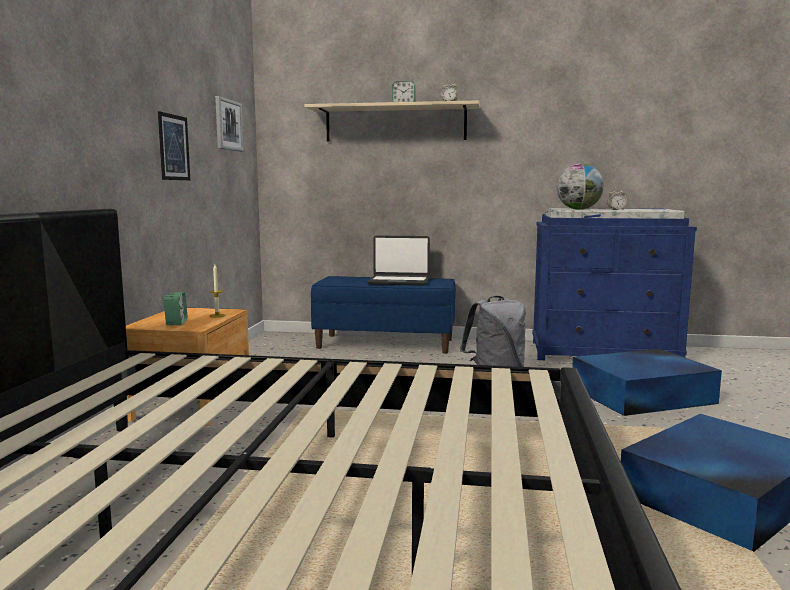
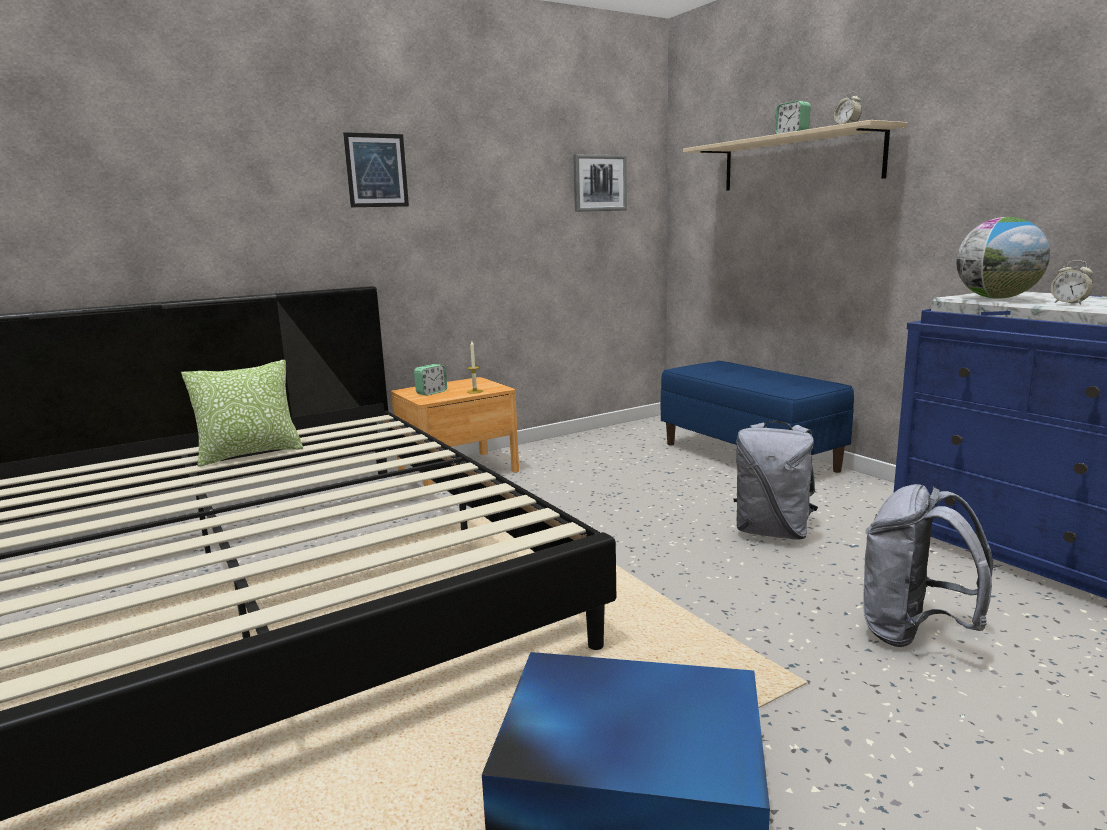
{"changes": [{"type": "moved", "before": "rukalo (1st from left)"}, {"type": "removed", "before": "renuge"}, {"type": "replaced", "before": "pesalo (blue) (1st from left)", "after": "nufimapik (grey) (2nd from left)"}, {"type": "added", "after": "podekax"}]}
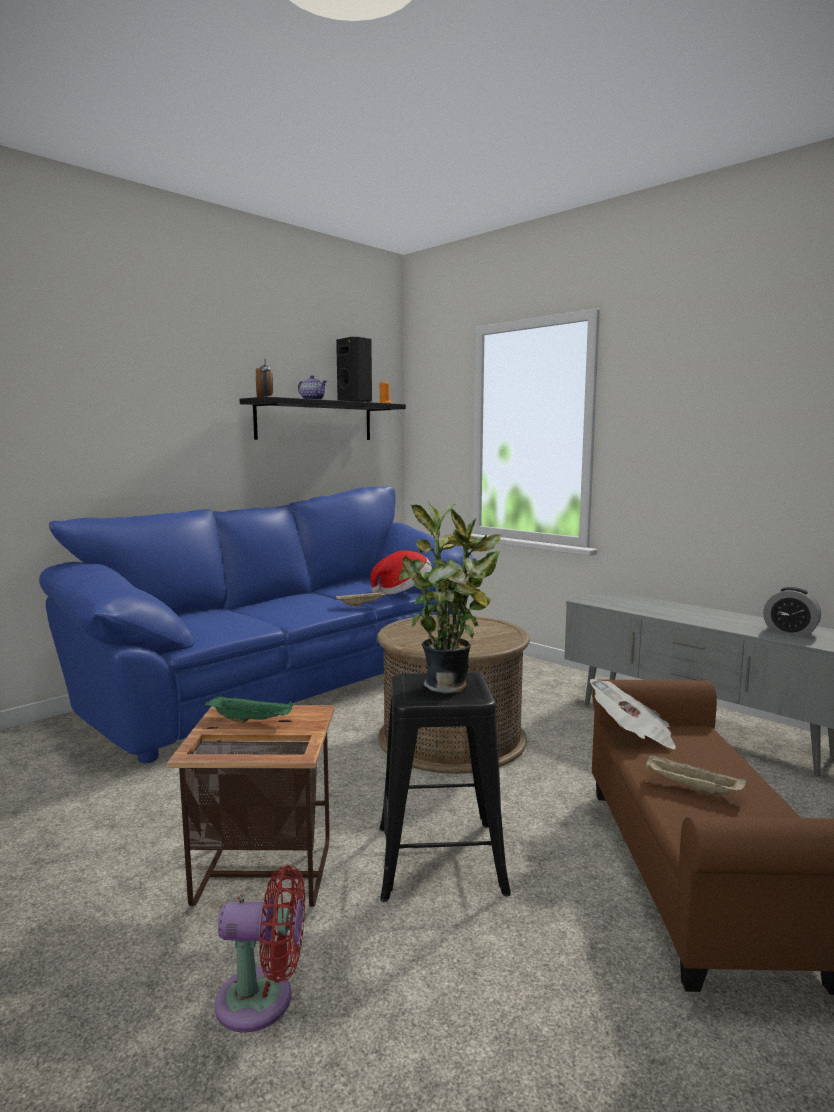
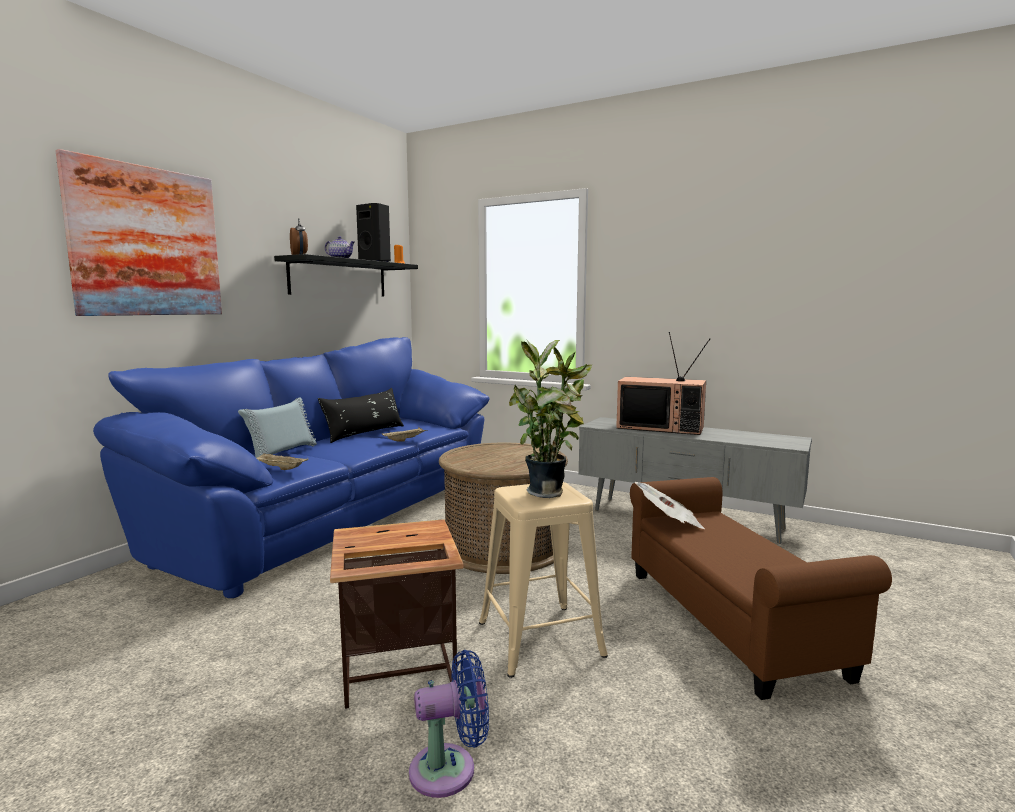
{"changes": [{"type": "removed", "before": "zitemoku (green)"}, {"type": "recoloured", "before": "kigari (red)", "after": "kigari (blue)"}, {"type": "removed", "before": "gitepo"}, {"type": "recoloured", "before": "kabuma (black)", "after": "kabuma (beige)"}, {"type": "moved", "before": "zitemoku (beige) (2nd from left in the first image)", "after": "zitemoku (beige) (1st from left)"}, {"type": "removed", "before": "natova (2nd from left)"}, {"type": "added", "after": "rukalo"}, {"type": "added", "after": "podekax (blue)"}, {"type": "added", "after": "podekax (black)"}, {"type": "added", "after": "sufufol"}]}
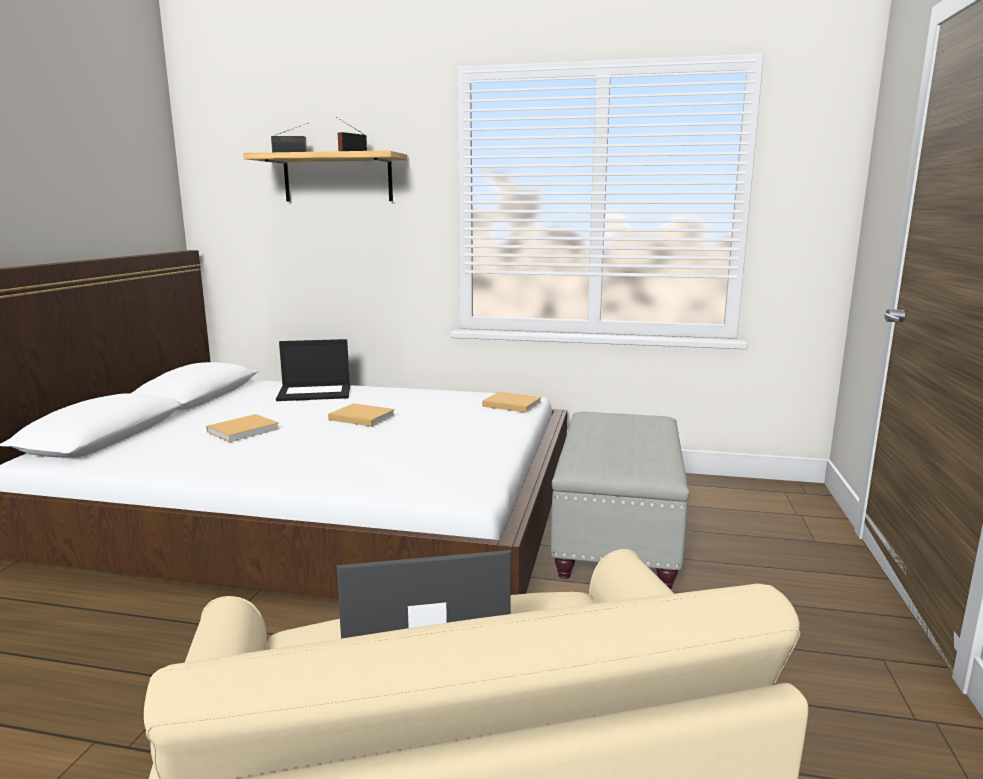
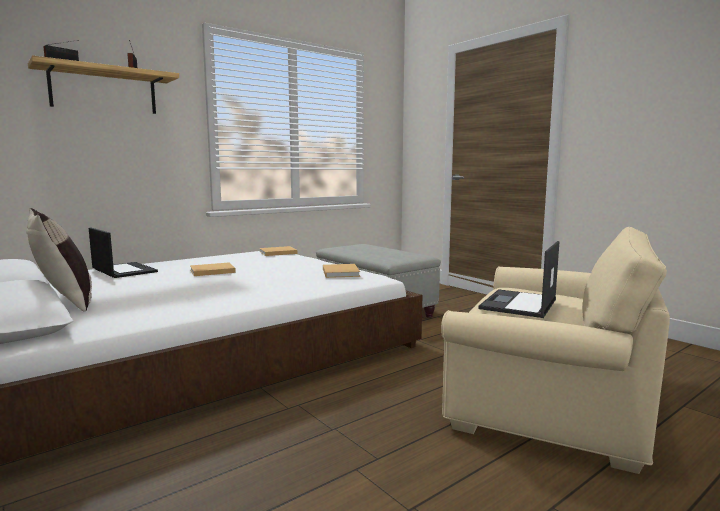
{"changes": [{"type": "moved", "before": "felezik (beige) (1st from left in the first image)", "after": "felezik (beige) (3rd from left)"}, {"type": "turned", "before": "renuge (1st from left)", "turn": -75}, {"type": "added", "after": "podekax"}]}
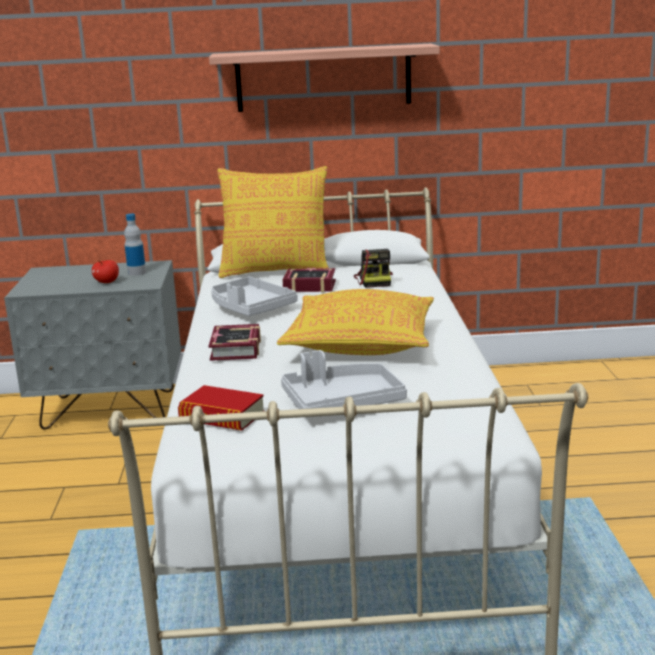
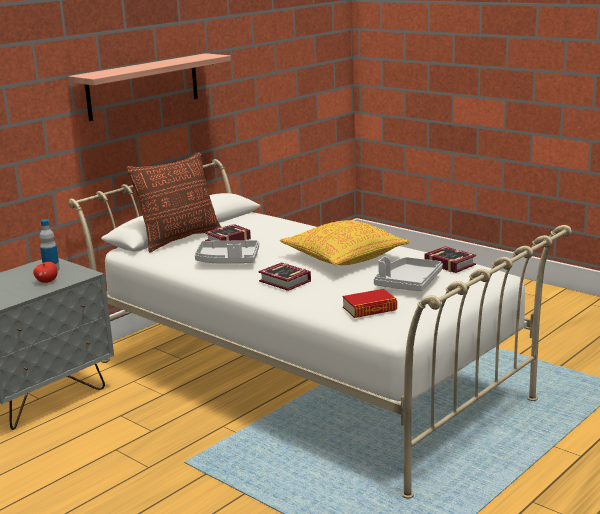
{"changes": [{"type": "recoloured", "before": "podekax (yellow) (1st from left)", "after": "podekax (brown)"}, {"type": "removed", "before": "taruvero"}, {"type": "added", "after": "felezik (4th from left)"}]}
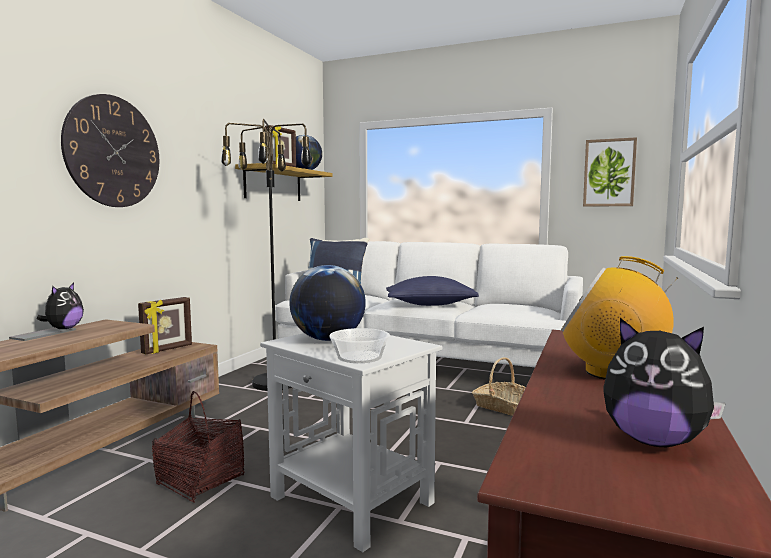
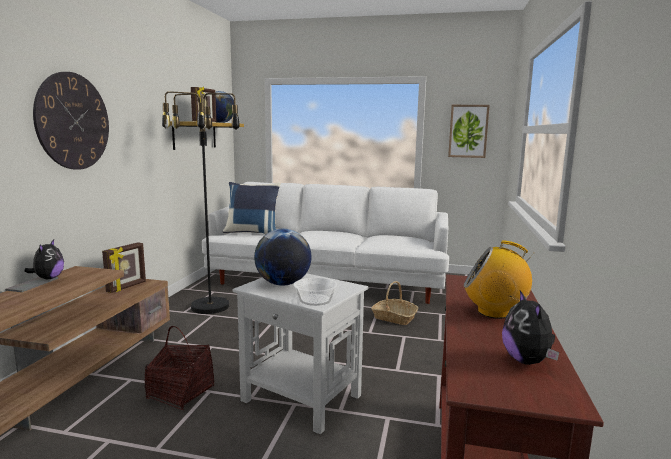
{"changes": [{"type": "removed", "before": "podekax (blue) (2nd from left)"}, {"type": "turned", "before": "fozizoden (2nd from left)", "turn": 60}]}
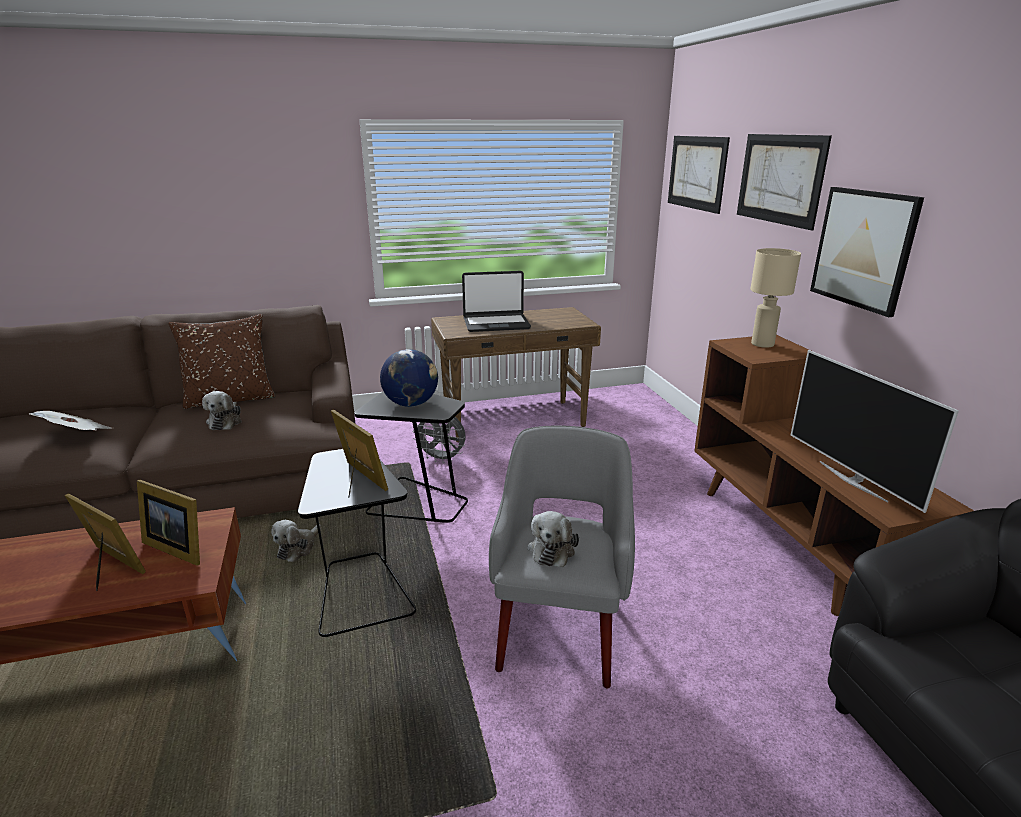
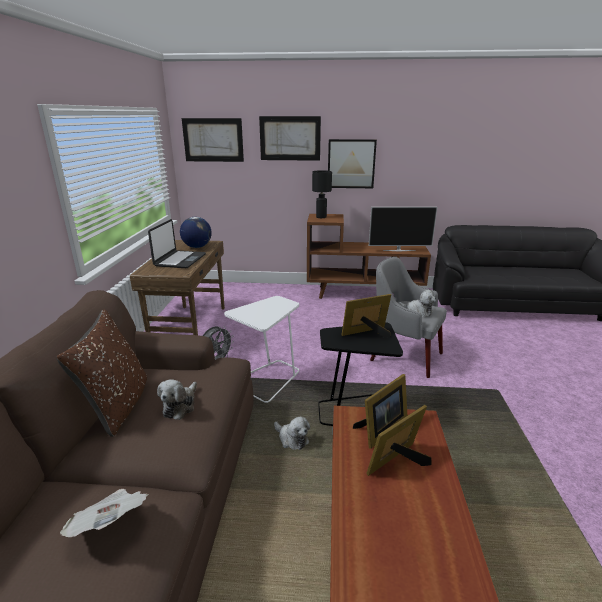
{"changes": [{"type": "turned", "before": "fozizoden (1st from left)", "turn": 90}, {"type": "recoloured", "before": "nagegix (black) (2nd from left)", "after": "nagegix (white)"}, {"type": "moved", "before": "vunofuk"}, {"type": "recoloured", "before": "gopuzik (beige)", "after": "gopuzik (black)"}]}
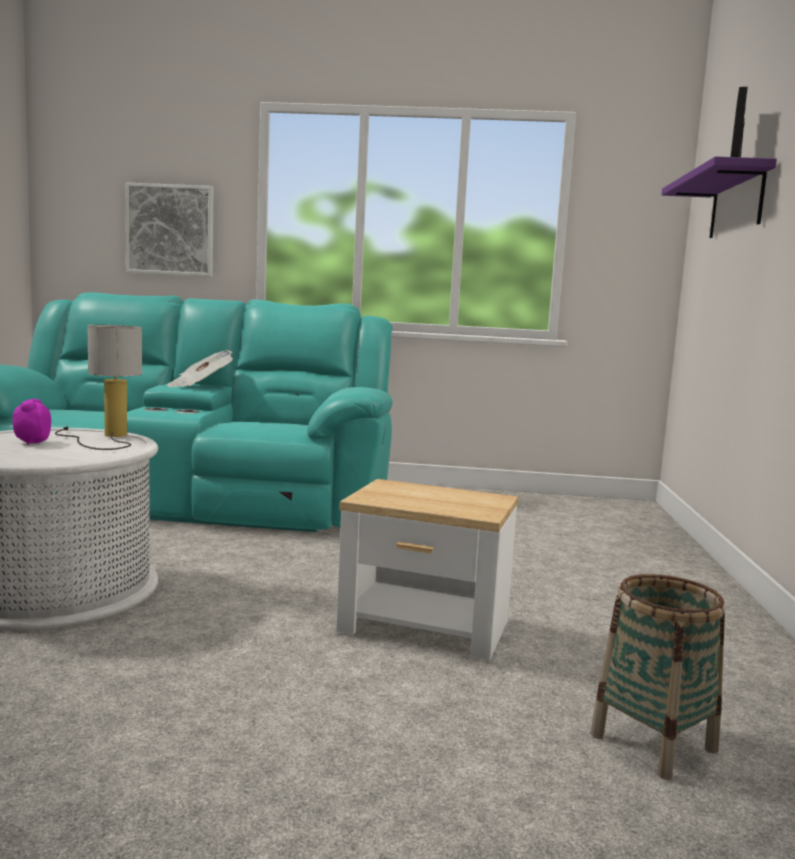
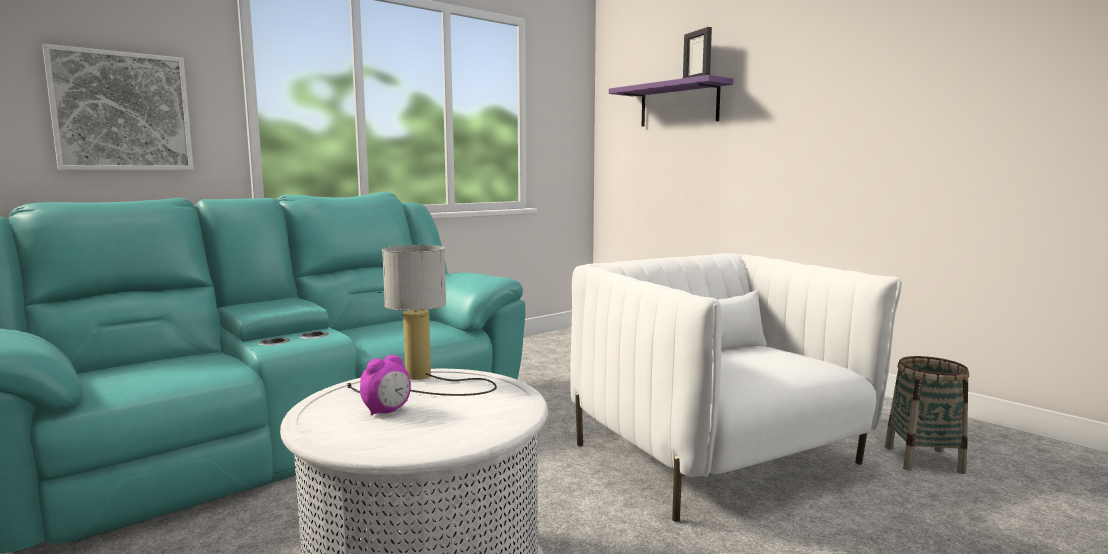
{"changes": [{"type": "turned", "before": "natova", "turn": -90}, {"type": "removed", "before": "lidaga"}, {"type": "replaced", "before": "nagegix", "after": "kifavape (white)"}]}
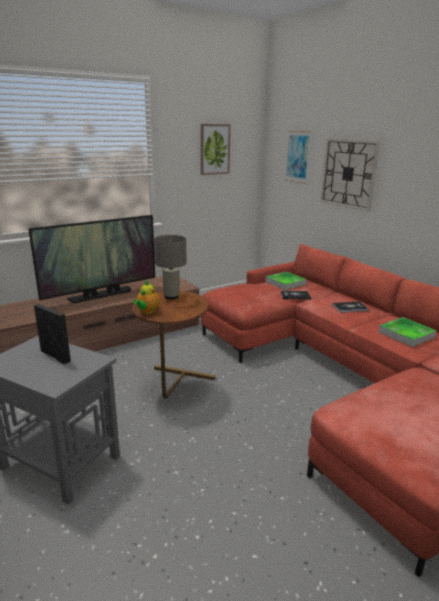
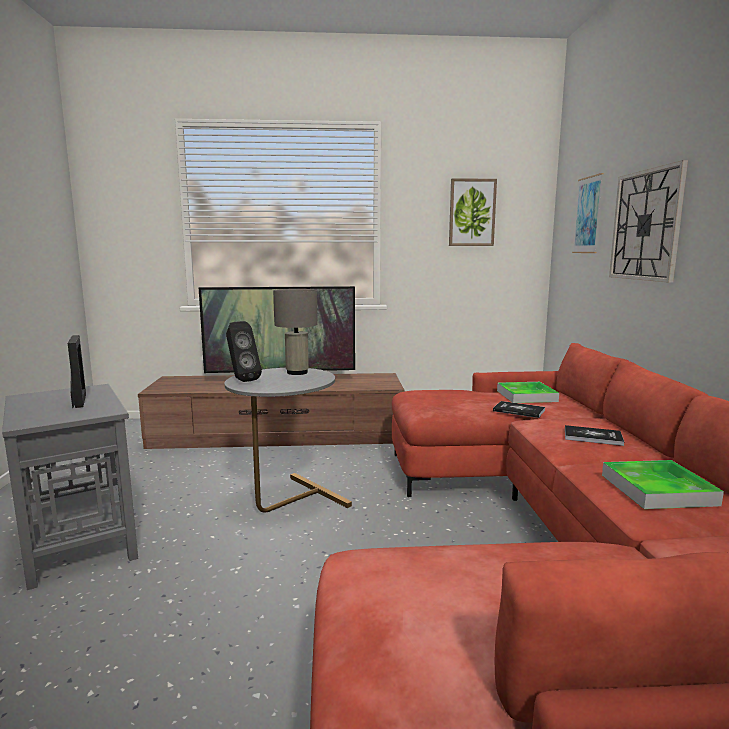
{"changes": [{"type": "recoloured", "before": "nagegix (brown)", "after": "nagegix (grey) (2nd from left)"}, {"type": "replaced", "before": "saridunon", "after": "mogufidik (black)"}]}
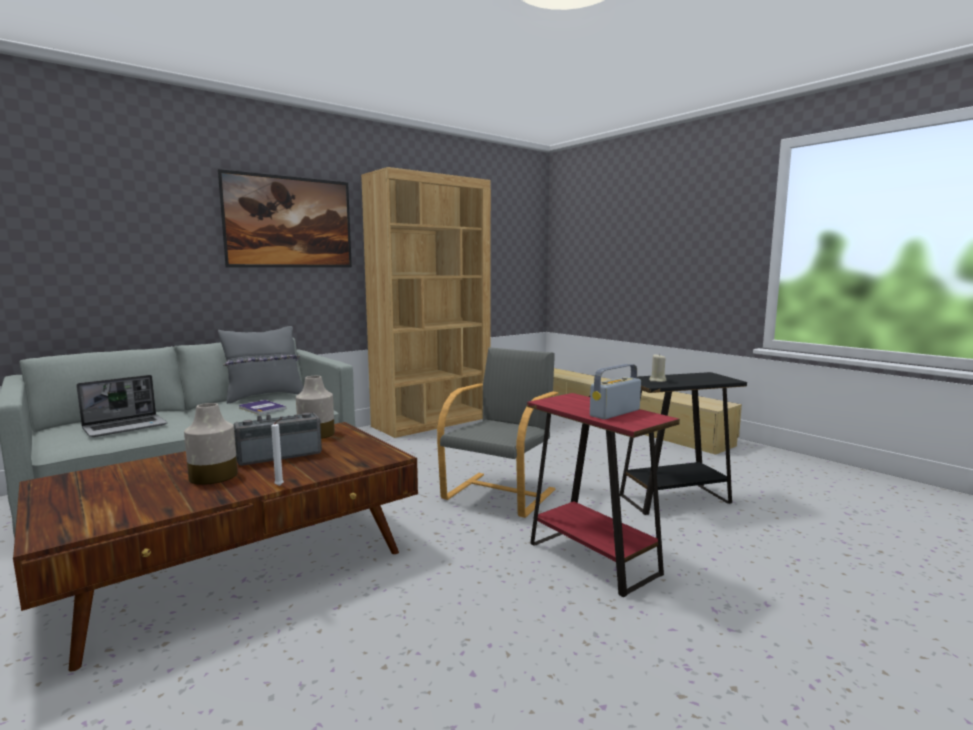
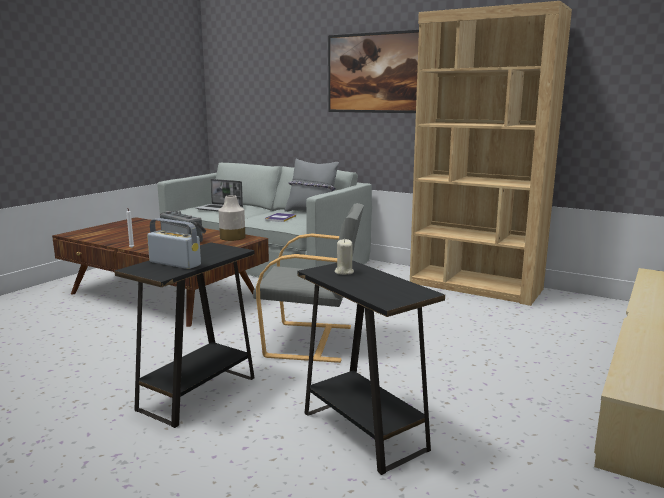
{"changes": [{"type": "removed", "before": "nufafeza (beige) (1st from left)"}, {"type": "recoloured", "before": "nagegix (red)", "after": "nagegix (black) (1st from left)"}]}
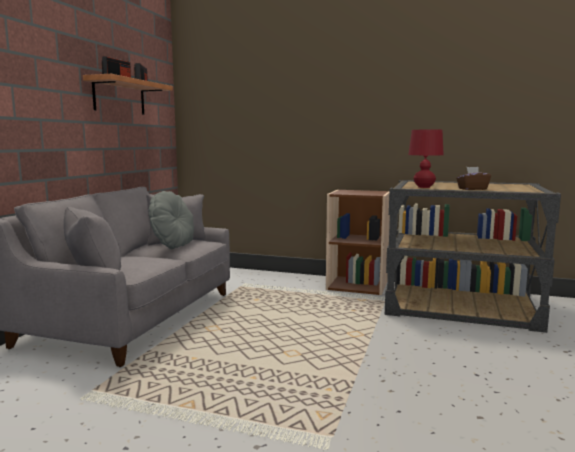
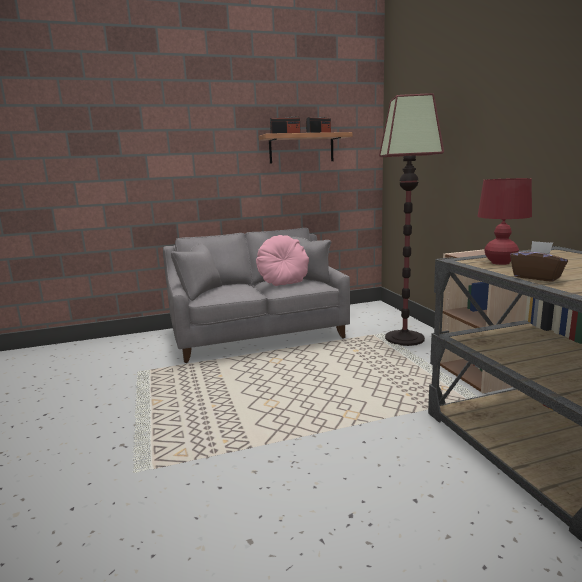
{"changes": [{"type": "recoloured", "before": "podekax (grey)", "after": "podekax (pink)"}, {"type": "added", "after": "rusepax"}]}
